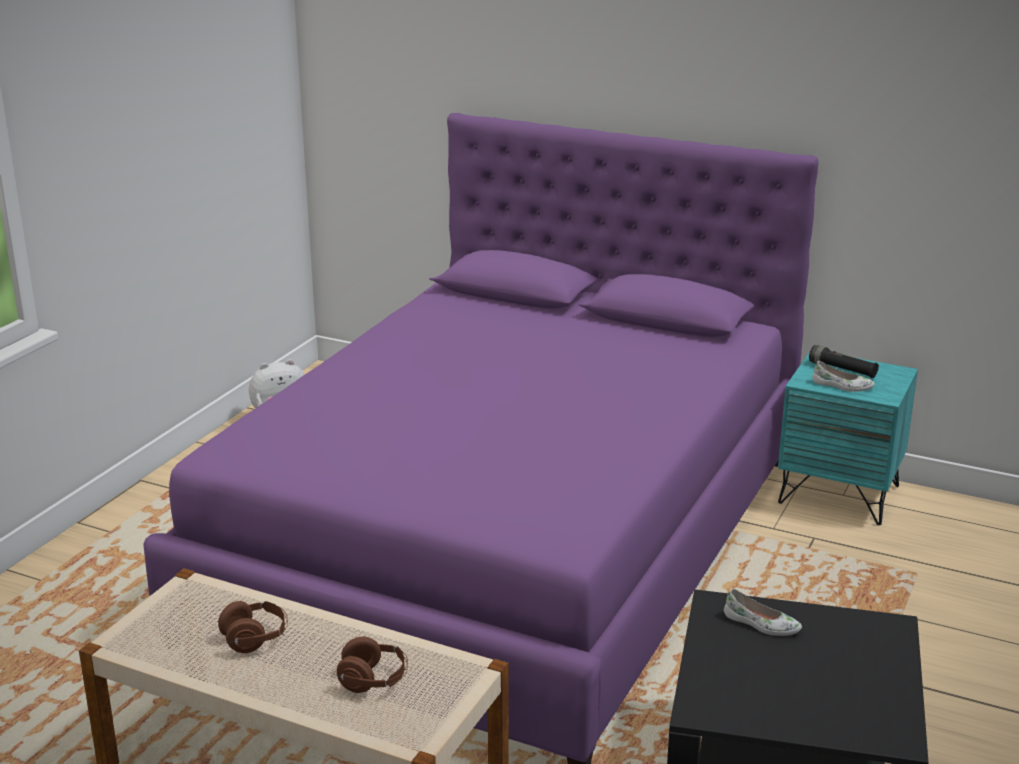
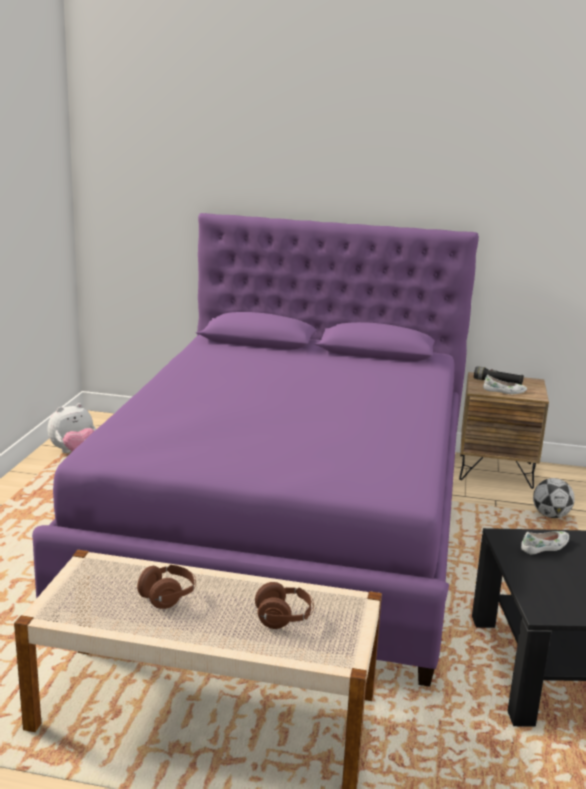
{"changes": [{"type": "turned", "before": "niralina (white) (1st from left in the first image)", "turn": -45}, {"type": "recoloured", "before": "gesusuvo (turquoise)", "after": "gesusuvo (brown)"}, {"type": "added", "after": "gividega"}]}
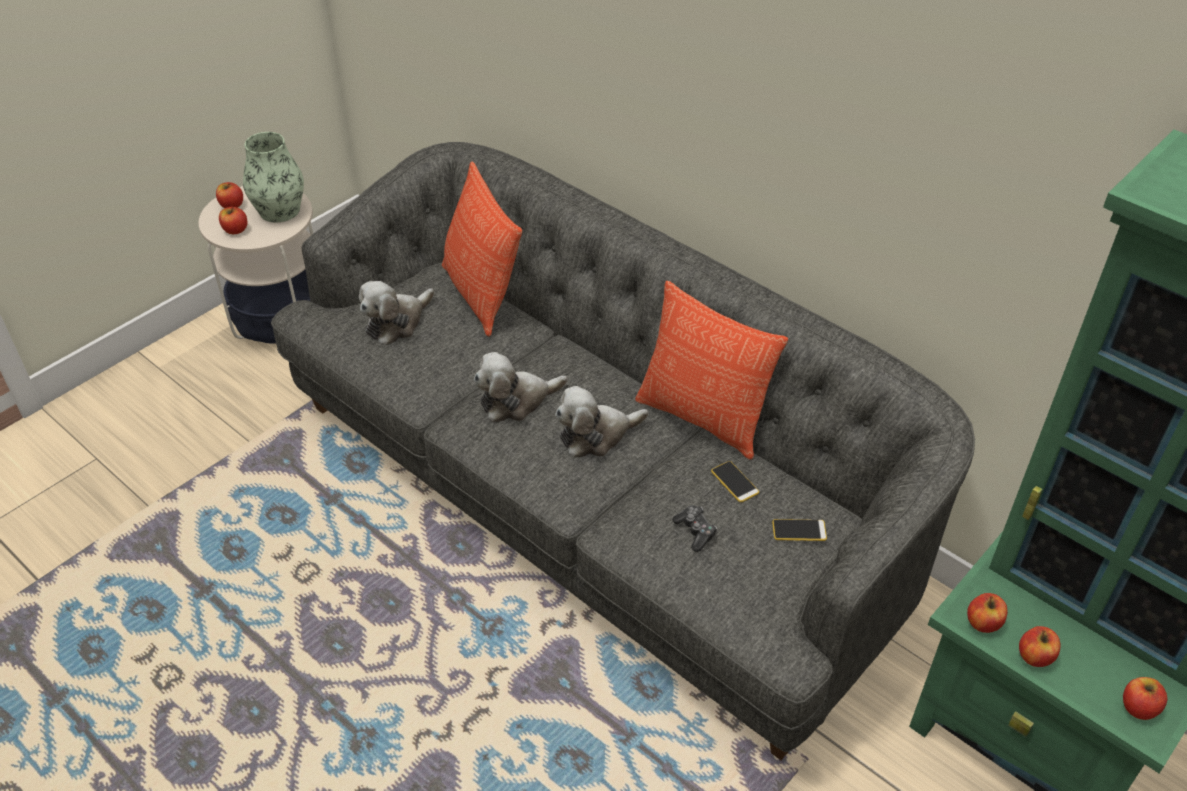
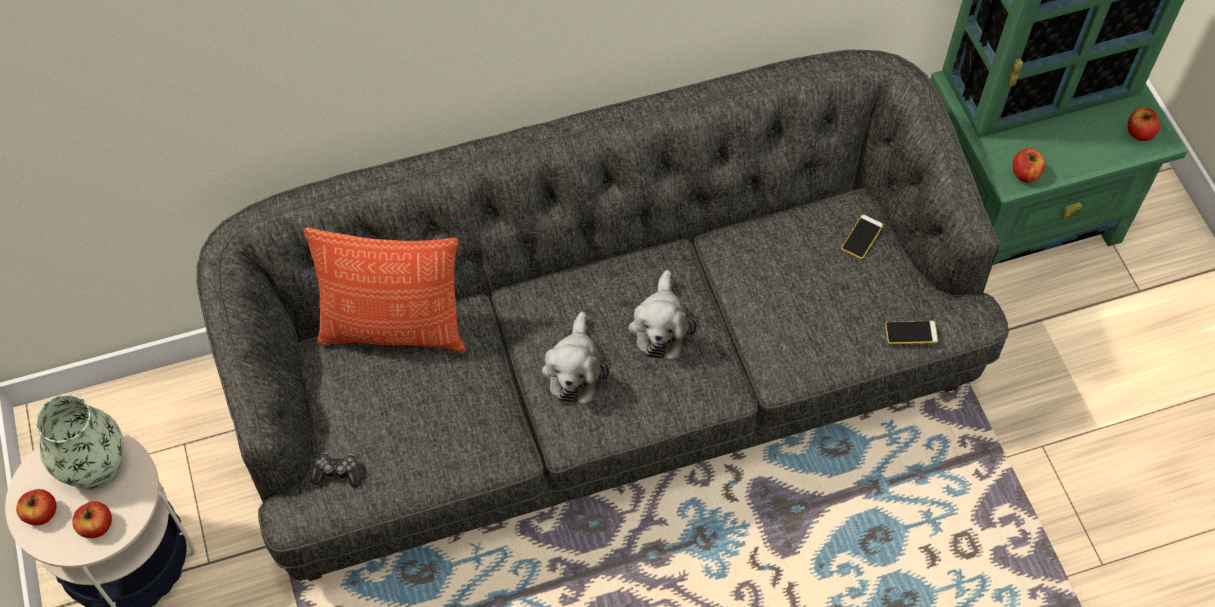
{"changes": [{"type": "removed", "before": "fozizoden (1st from left)"}, {"type": "removed", "before": "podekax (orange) (2nd from left)"}, {"type": "moved", "before": "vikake"}, {"type": "moved", "before": "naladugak (1st from left in the first image)", "after": "naladugak (2nd from left)"}, {"type": "removed", "before": "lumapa (4th from left)"}]}
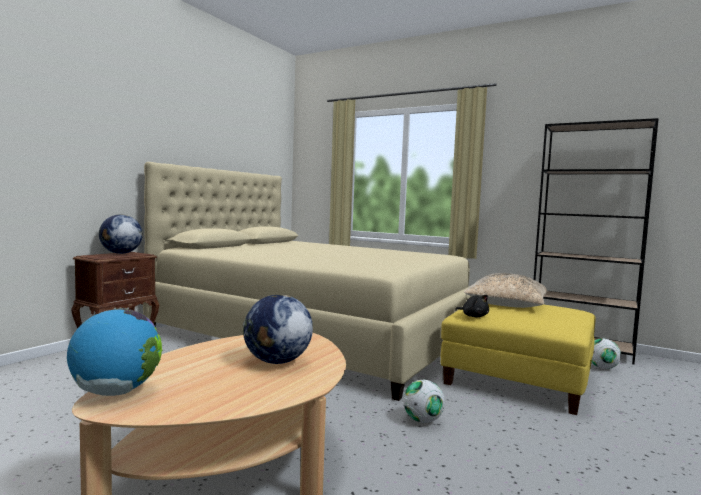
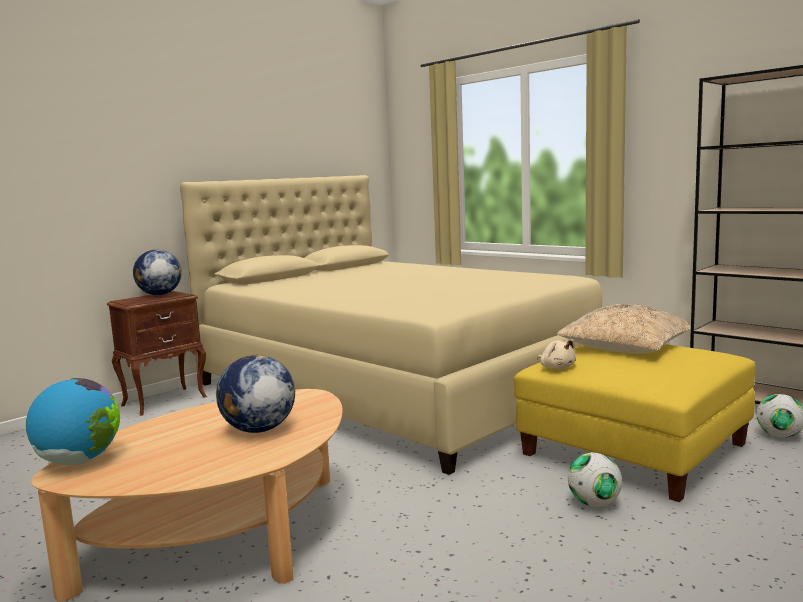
{"changes": [{"type": "moved", "before": "gividega (1st from left)"}, {"type": "recoloured", "before": "fozizoden (black)", "after": "fozizoden (beige)"}]}
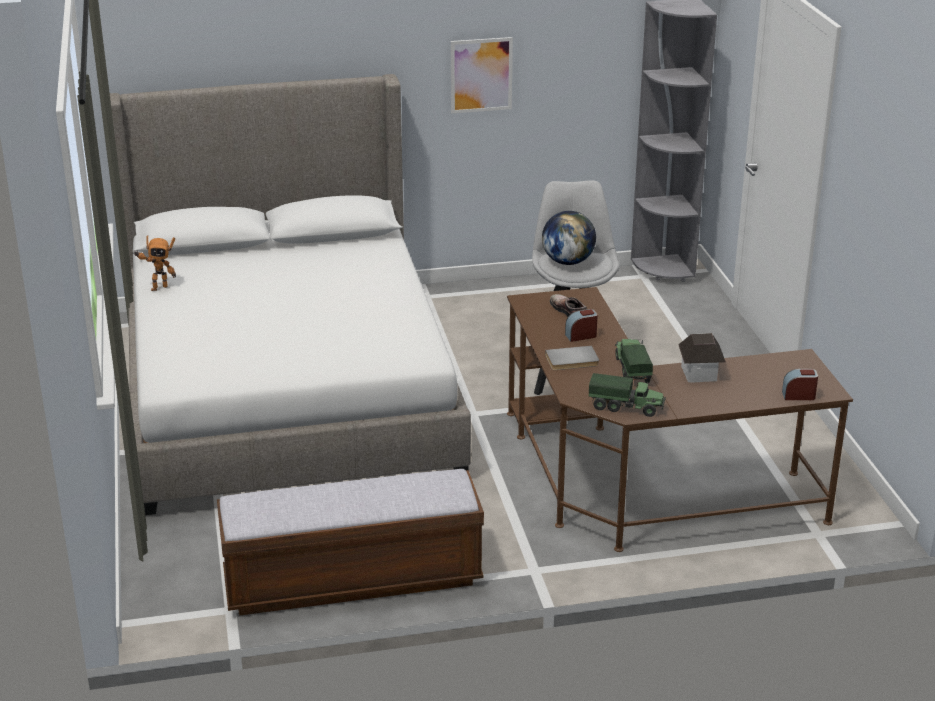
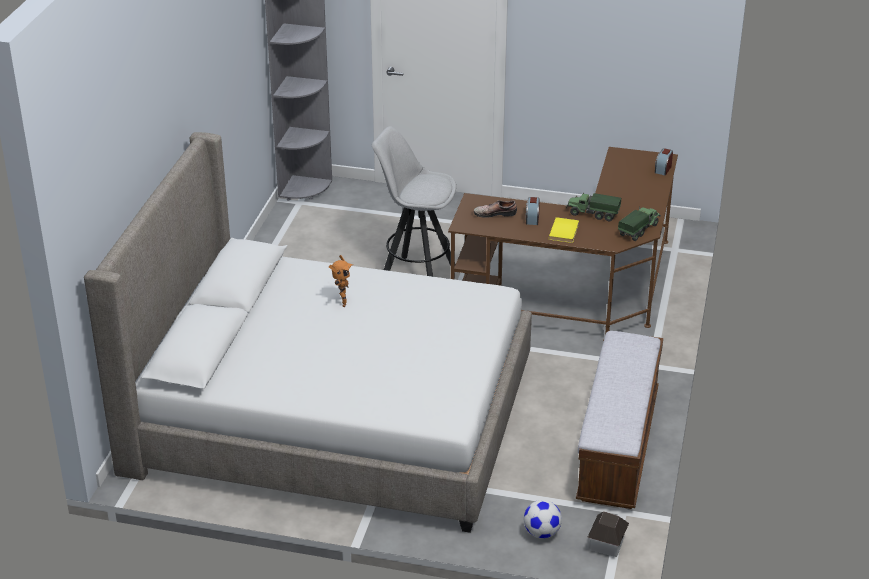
{"changes": [{"type": "moved", "before": "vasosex"}, {"type": "removed", "before": "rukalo"}, {"type": "removed", "before": "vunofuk"}, {"type": "recoloured", "before": "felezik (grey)", "after": "felezik (yellow)"}, {"type": "moved", "before": "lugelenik"}, {"type": "added", "after": "gividega"}]}
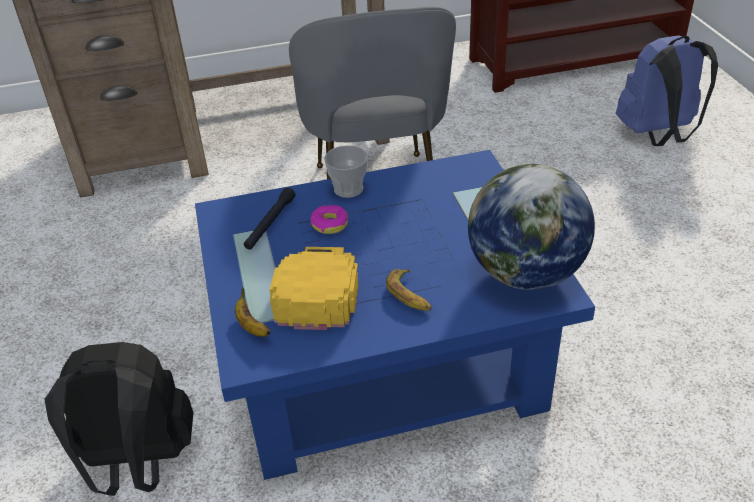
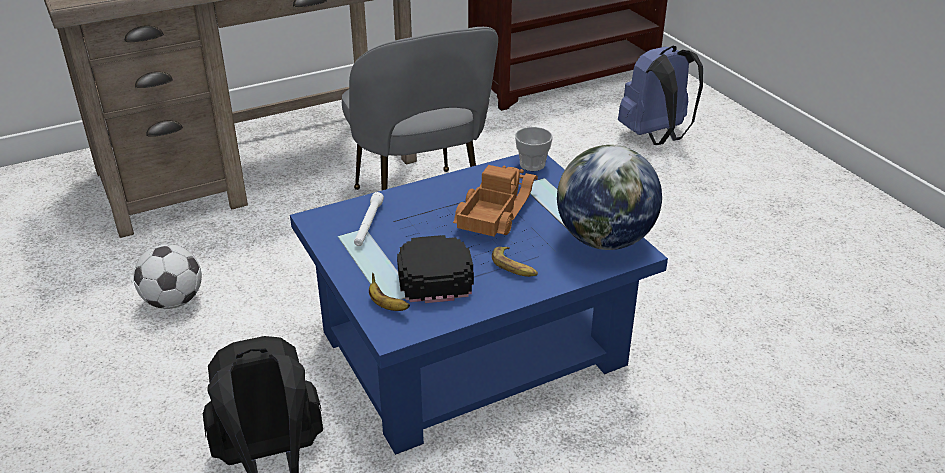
{"changes": [{"type": "recoloured", "before": "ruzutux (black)", "after": "ruzutux (white)"}, {"type": "recoloured", "before": "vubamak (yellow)", "after": "vubamak (black)"}, {"type": "removed", "before": "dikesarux"}, {"type": "moved", "before": "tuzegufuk"}, {"type": "added", "after": "gividega"}, {"type": "added", "after": "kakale"}]}
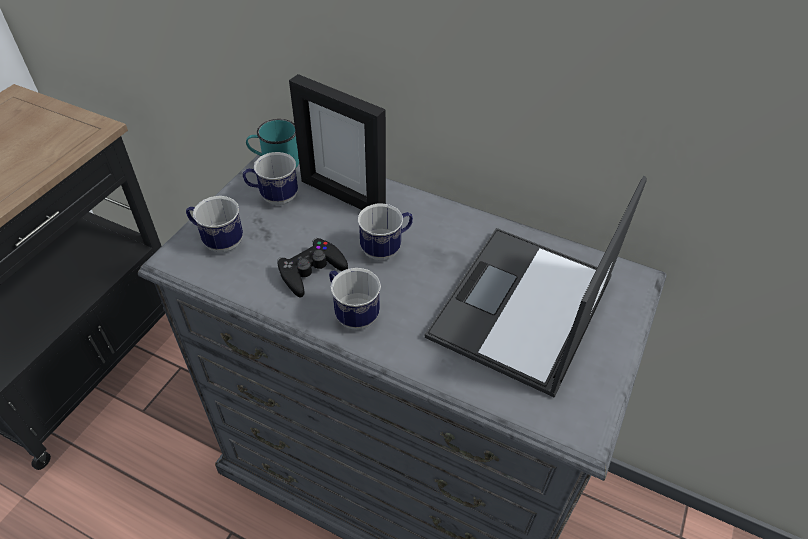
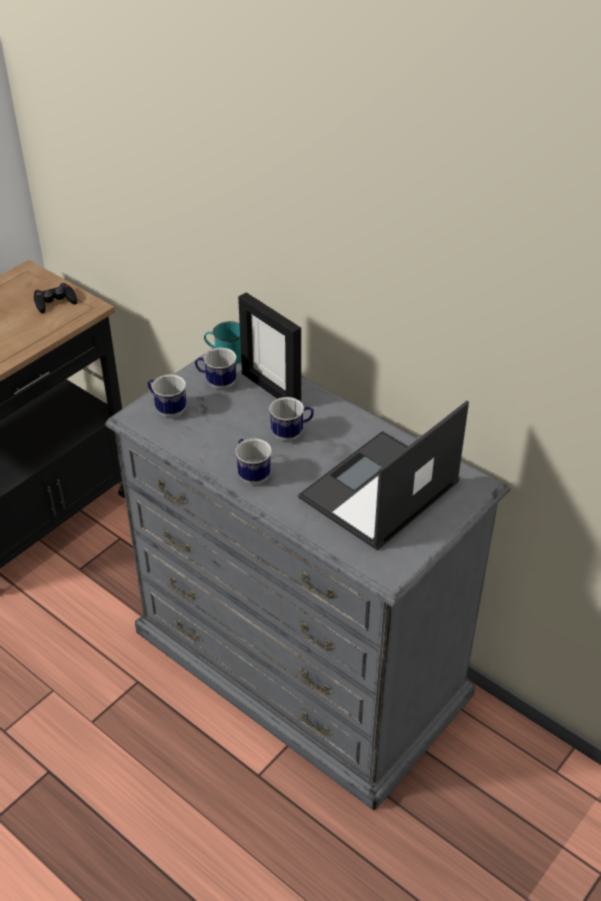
{"changes": [{"type": "moved", "before": "vikake (black)"}]}
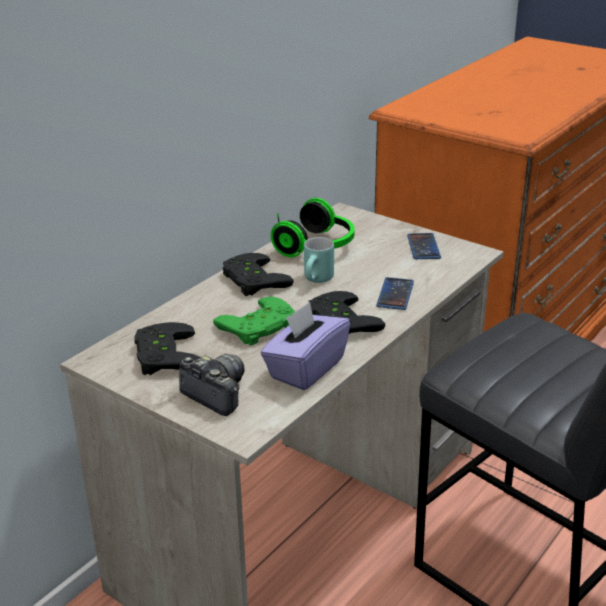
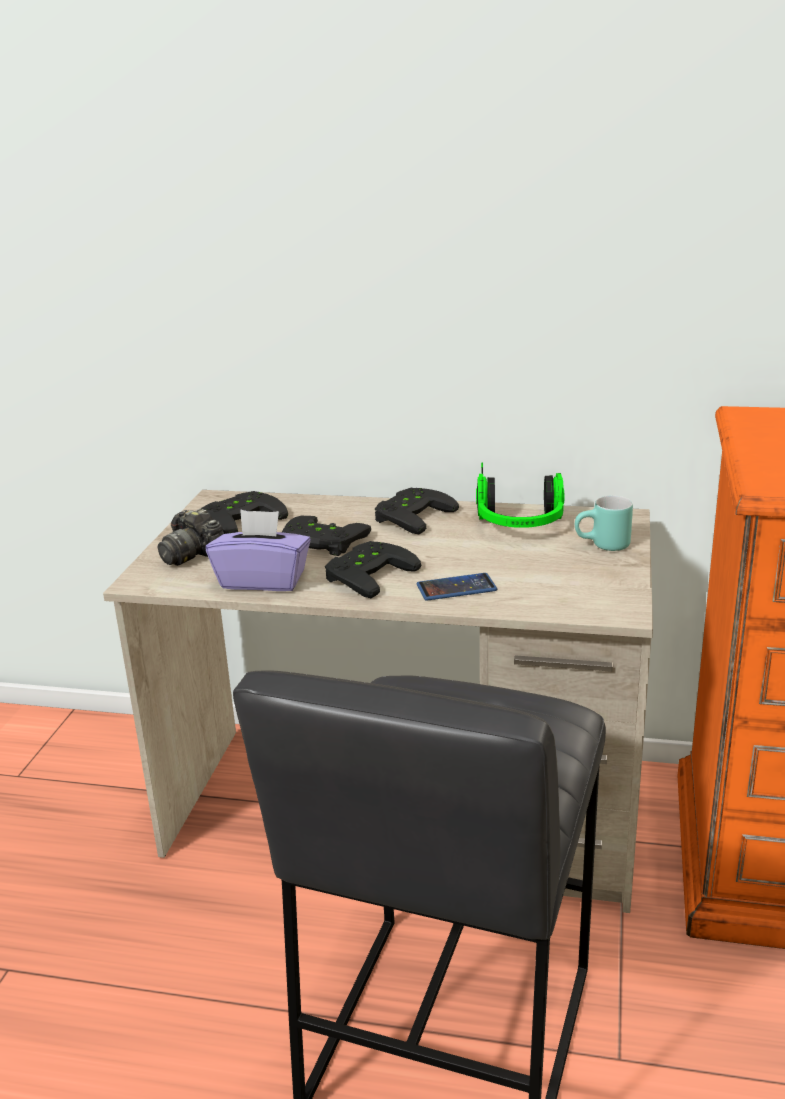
{"changes": [{"type": "turned", "before": "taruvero", "turn": 120}, {"type": "recoloured", "before": "vikake (green)", "after": "vikake (black) (2nd from left)"}, {"type": "moved", "before": "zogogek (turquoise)"}, {"type": "removed", "before": "naladugak (2nd from left)"}]}
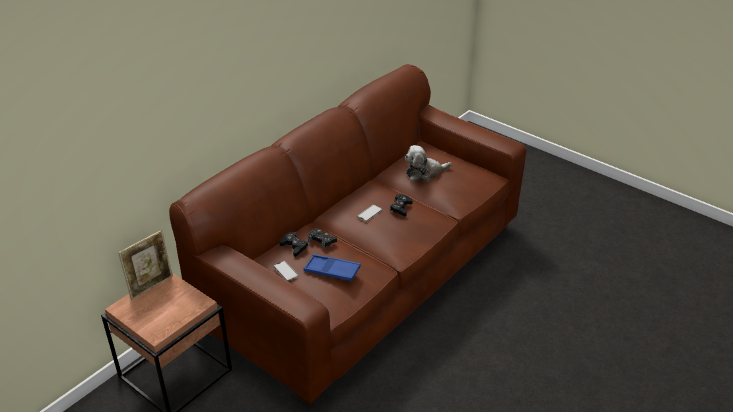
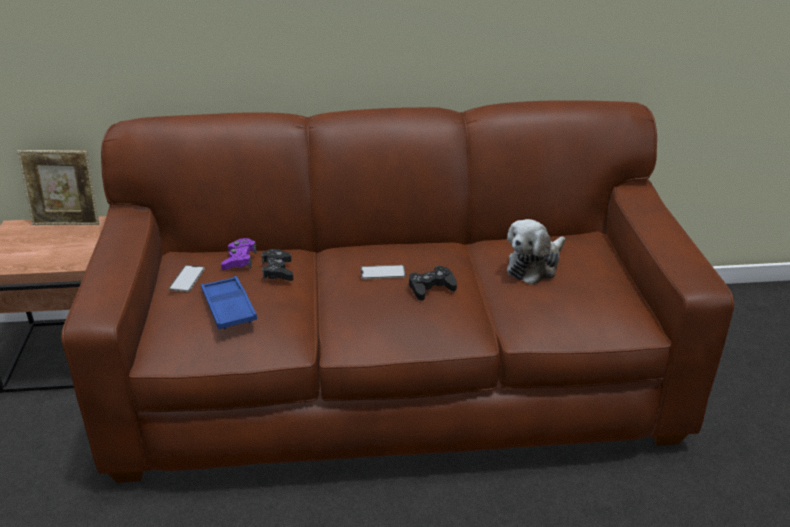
{"changes": [{"type": "recoloured", "before": "vikake (black) (1st from left)", "after": "vikake (purple)"}, {"type": "turned", "before": "fozizoden", "turn": -75}]}
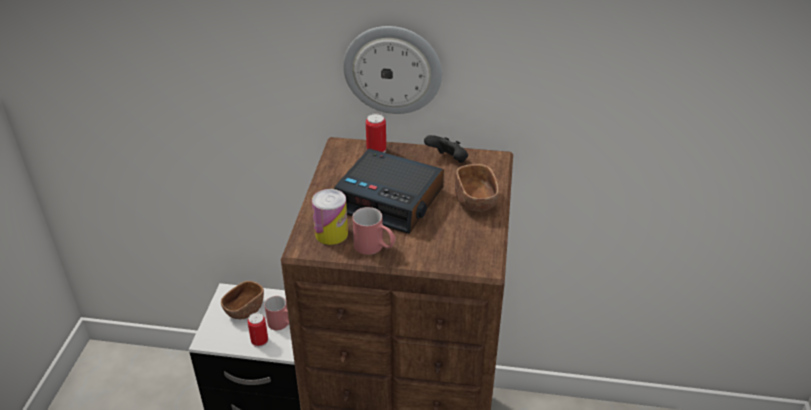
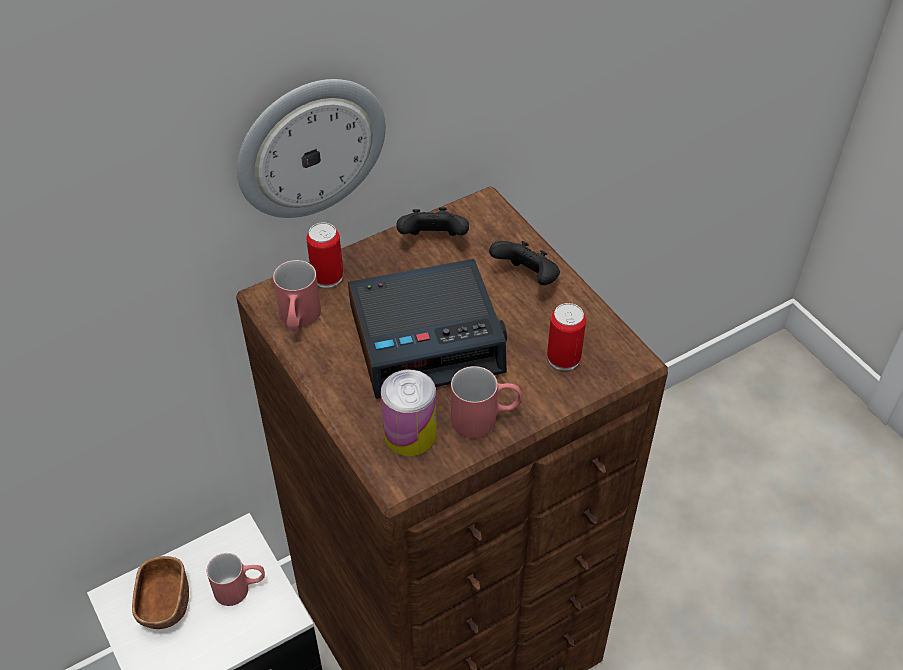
{"changes": [{"type": "moved", "before": "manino (1st from left in the first image)", "after": "manino (3rd from left)"}, {"type": "replaced", "before": "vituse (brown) (2nd from left)", "after": "vikake (black) (2nd from left)"}, {"type": "added", "after": "zogogek (red) (2nd from left)"}]}
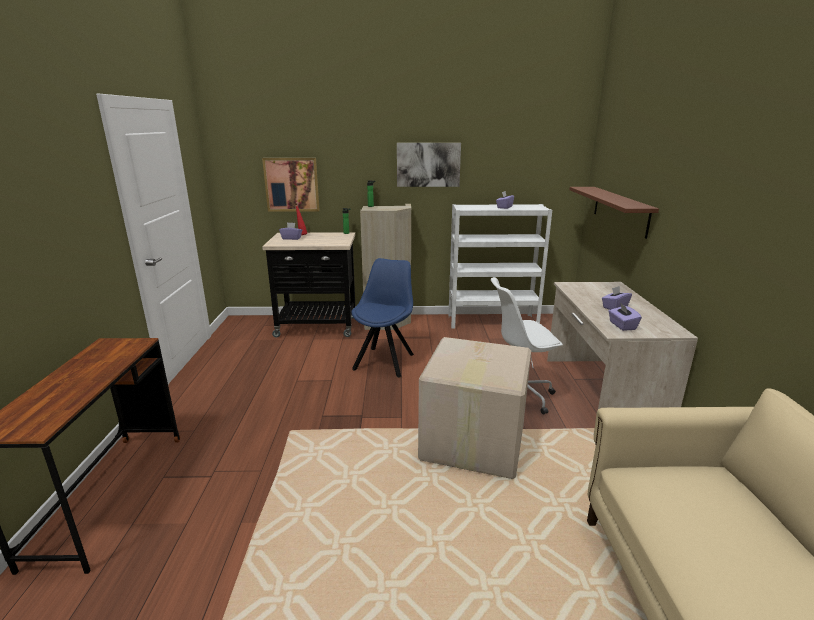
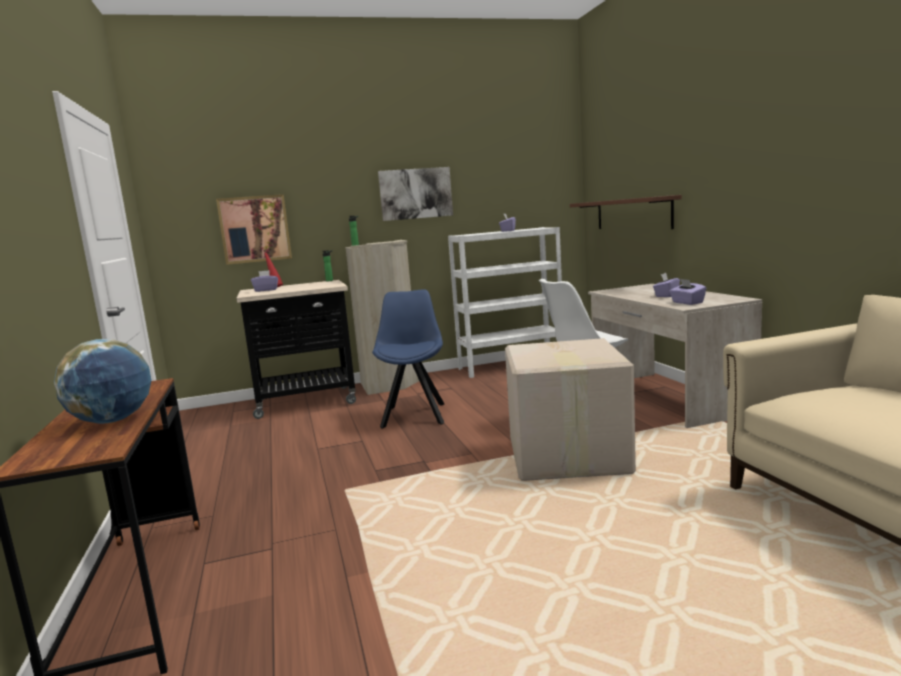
{"changes": [{"type": "added", "after": "vunofuk"}]}
